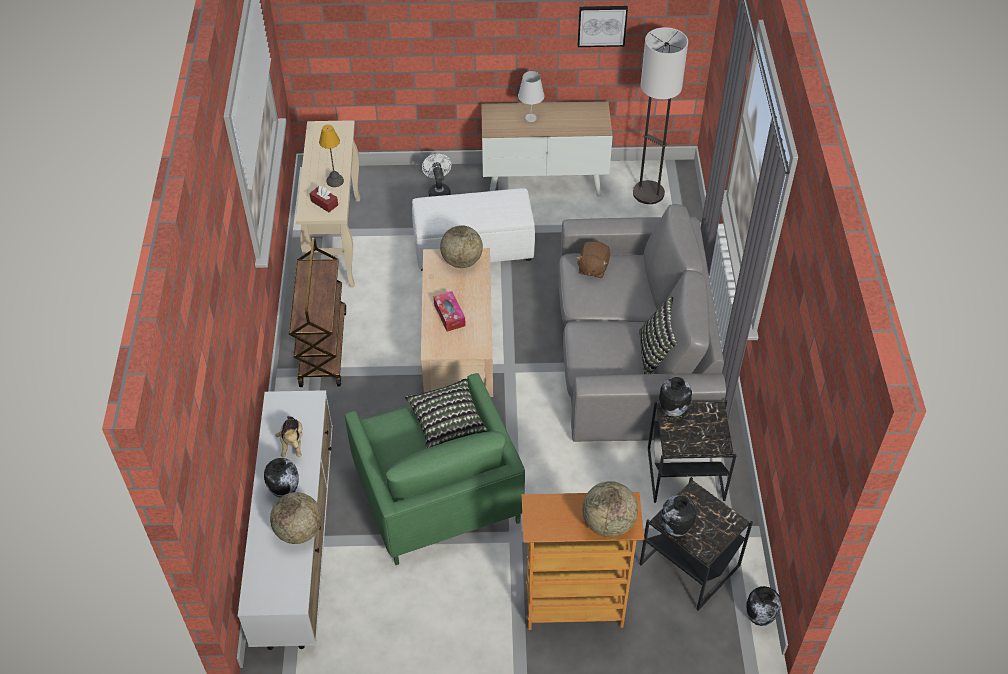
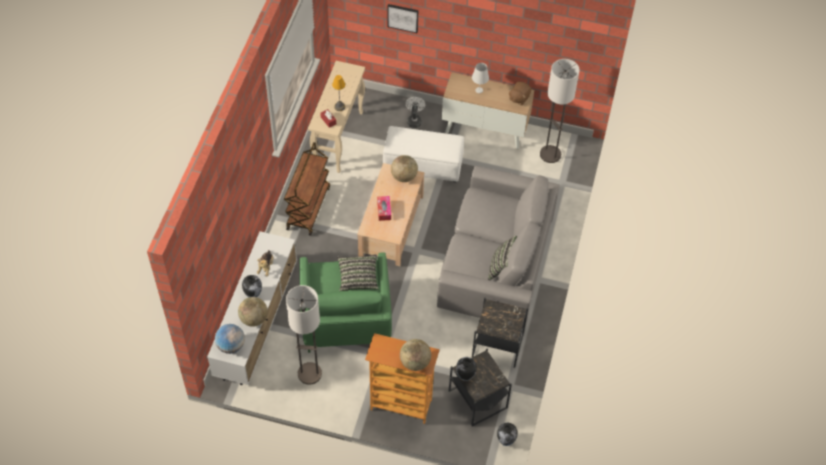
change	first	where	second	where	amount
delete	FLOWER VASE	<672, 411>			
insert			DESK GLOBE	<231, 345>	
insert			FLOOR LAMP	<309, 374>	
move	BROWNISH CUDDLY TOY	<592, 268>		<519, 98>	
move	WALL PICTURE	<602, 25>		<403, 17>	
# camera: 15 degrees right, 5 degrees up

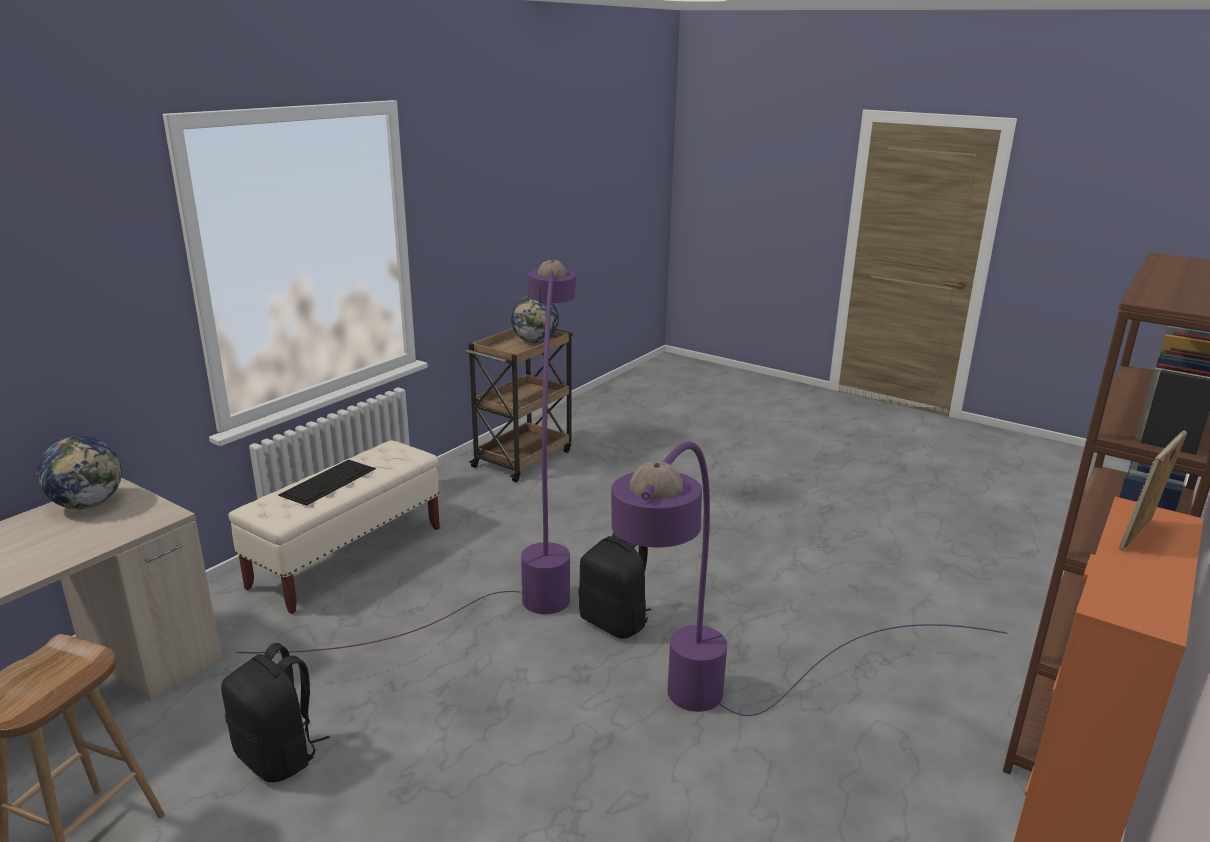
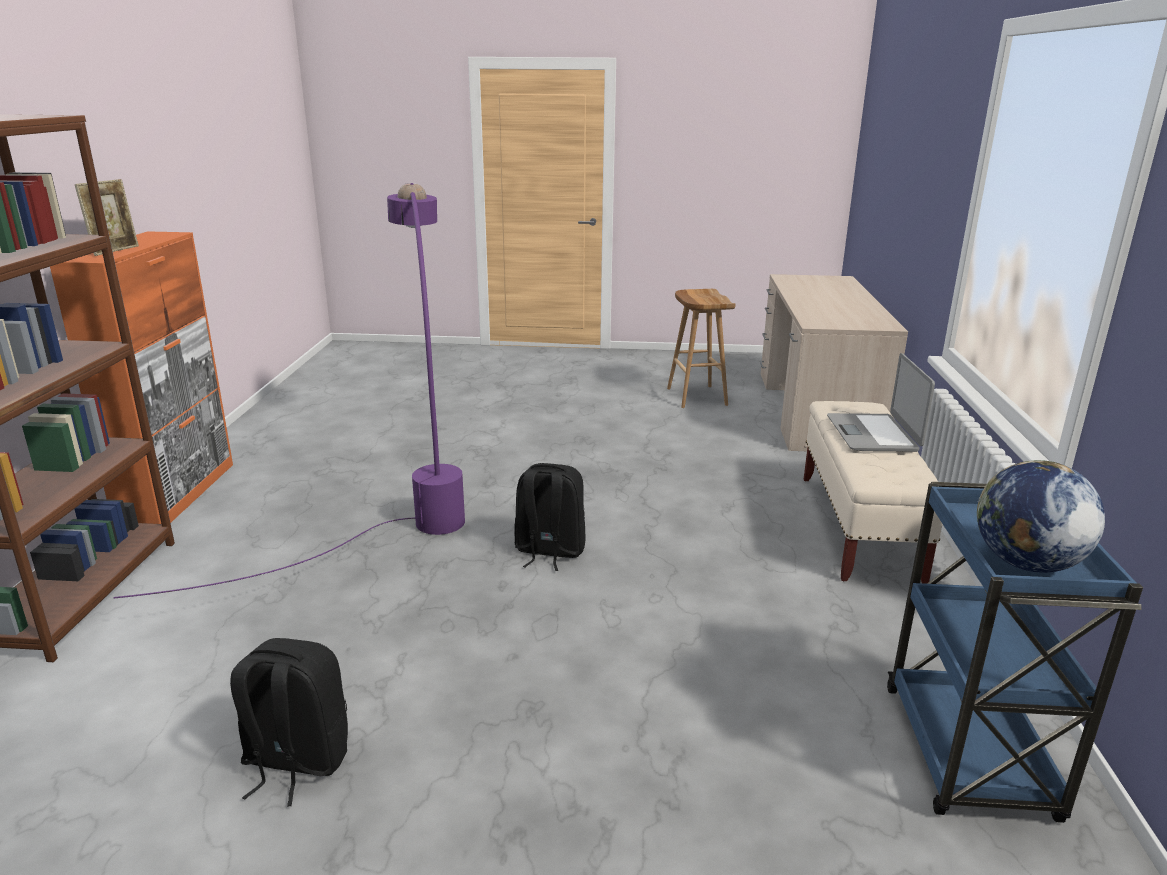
change	first	where	second	where	amount
delete	DESK GLOBE	<88, 504>			
delete	PURPLE FLOOR LAMP	<522, 569>			
move	BLACK RUCKSACK	<279, 756>		<295, 762>	
replace	COMPUTER KEYBOARD	<328, 481>	NOTEBOOK COMPUTER	<873, 434>	
recolor	BROWNISH WHEELED CART	<523, 458>	BLUISH WHEELED CART	<969, 755>	
# camera: 150 degrees right, 0 degrees up

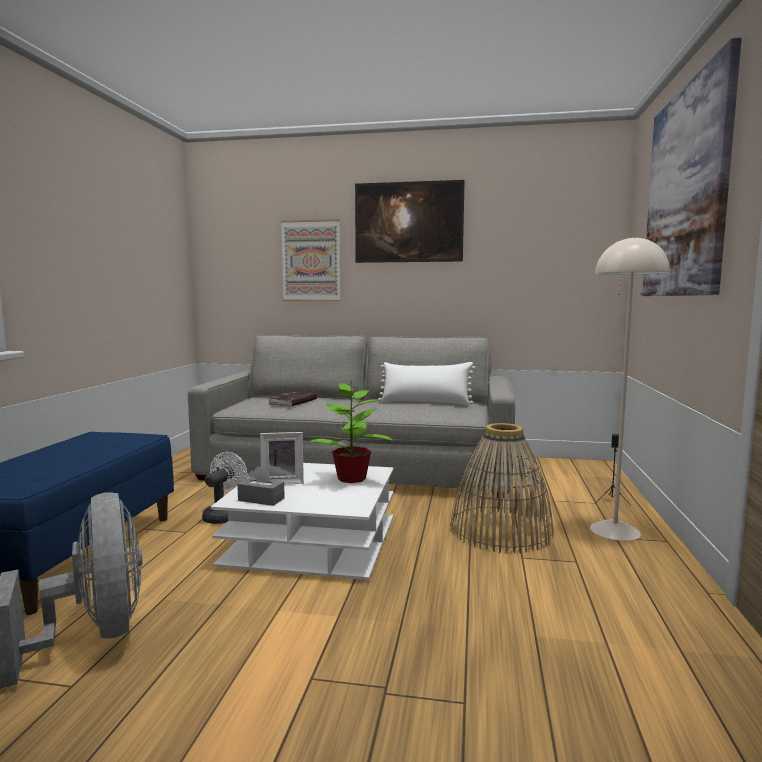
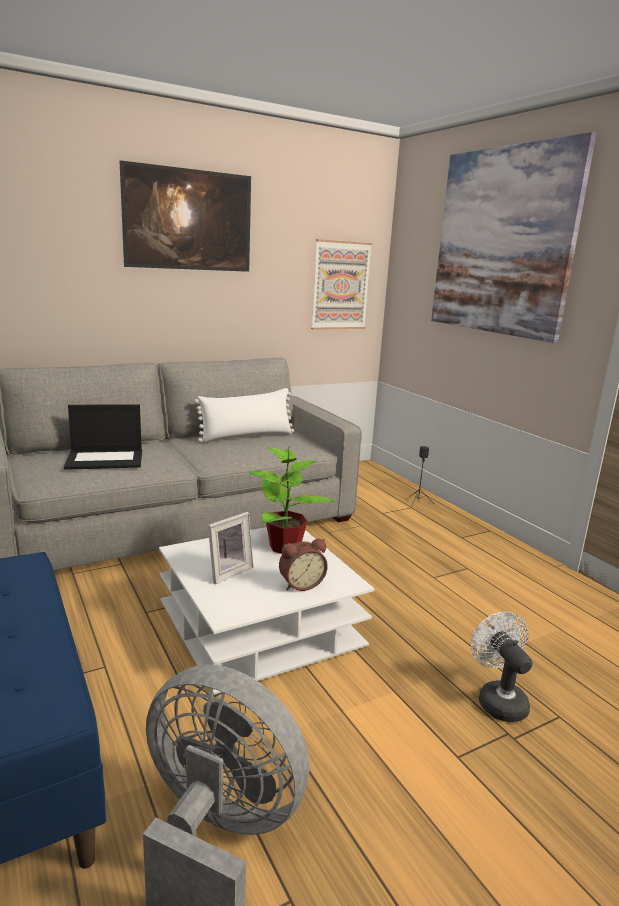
change	first	where	second	where	amount
delete	GRAY BOX OF TISSUES	<261, 499>			
delete	BASKET	<500, 531>			
delete	SAND-COLOURED FLOOR LAMP	<615, 530>			
insert			BEDSIDE CLOCK	<300, 584>	
move	WHITISH FAN	<223, 516>		<497, 699>	
move	WALL PICTURE	<311, 261>		<340, 285>	
replace	BOUND BOOK	<293, 401>	NOTEBOOK COMPUTER	<106, 459>	
# camera: 40 degrees left, 10 degrees up

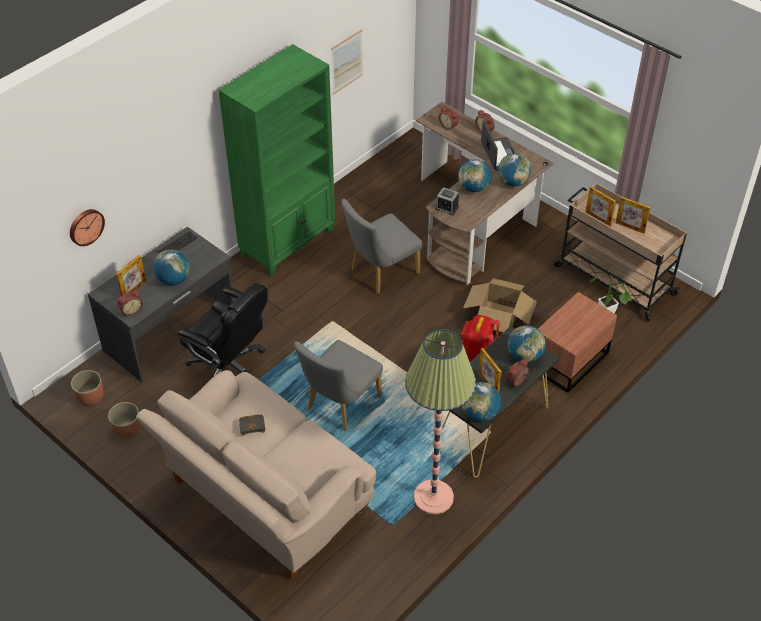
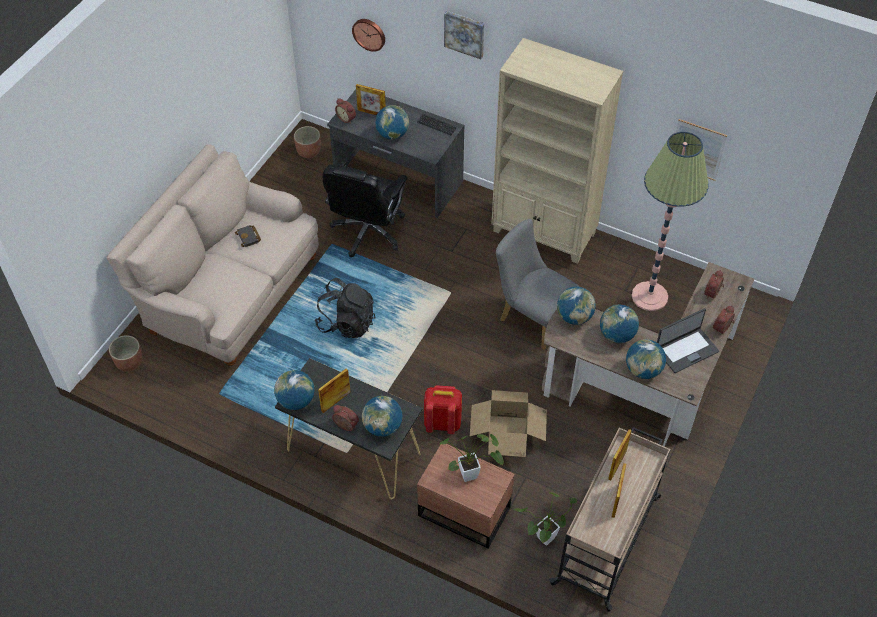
change	first	where	second	where	amount
insert			PLANT IN A POT	<472, 474>	
insert			WALL PICTURE	<465, 33>	
move	PLANT POT	<127, 430>		<129, 362>	
move	FLOOR LAMP	<433, 497>		<649, 296>	
replace	GRAY CHAIR	<339, 405>	BLACK RUCKSACK	<346, 323>	
replace	BEDSIDE CLOCK	<446, 207>	DESK GLOBE	<574, 317>	
recolor	GREEN BOOKSHELF	<288, 242>	SAND-COLOURED BOOKSHELF	<544, 233>	
# camera: 75 degrees right, 5 degrees up

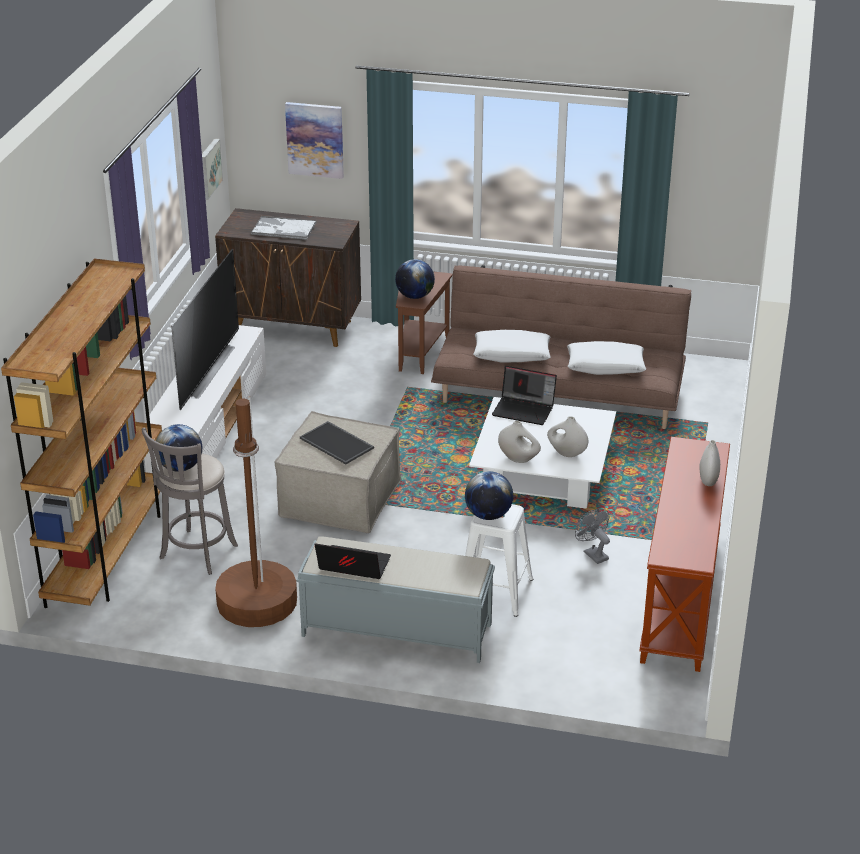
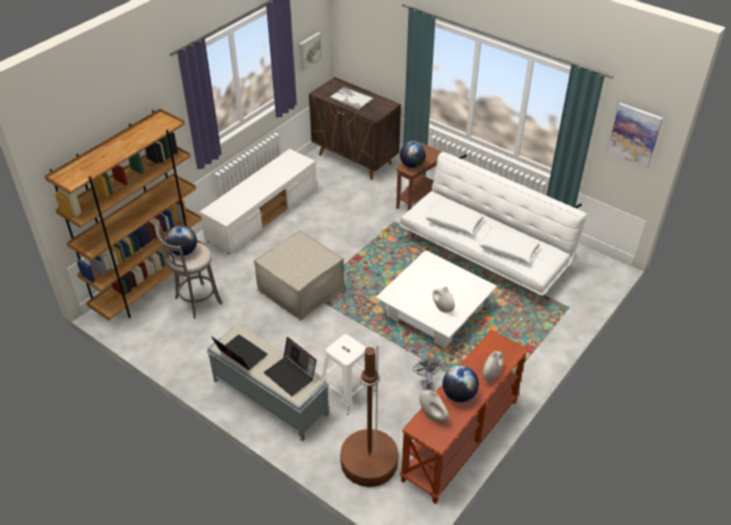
change	first	where	second	where	amount
delete	TELEVISION	<204, 370>			
delete	SERVING TRAY	<338, 443>			
move	BROWNISH FLOOR LAMP	<257, 602>		<369, 462>	
move	WALL PICTURE	<315, 139>		<634, 135>	
move	DESK GLOBE	<488, 515>		<459, 395>	
move	NOTEBOOK COMPUTER	<524, 410>		<291, 375>	
move	WHITISH FLOWER VASE	<518, 459>		<433, 415>	
recolor	BROWNISH SETTEE	<559, 392>	WHITISH SETTEE	<485, 253>	
# camera: 25 degrees right, 10 degrees up

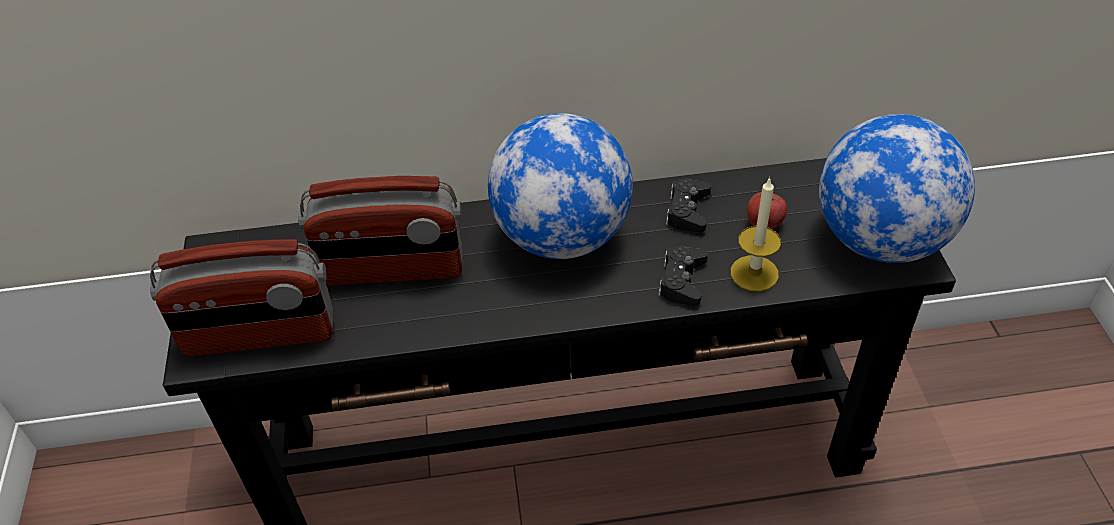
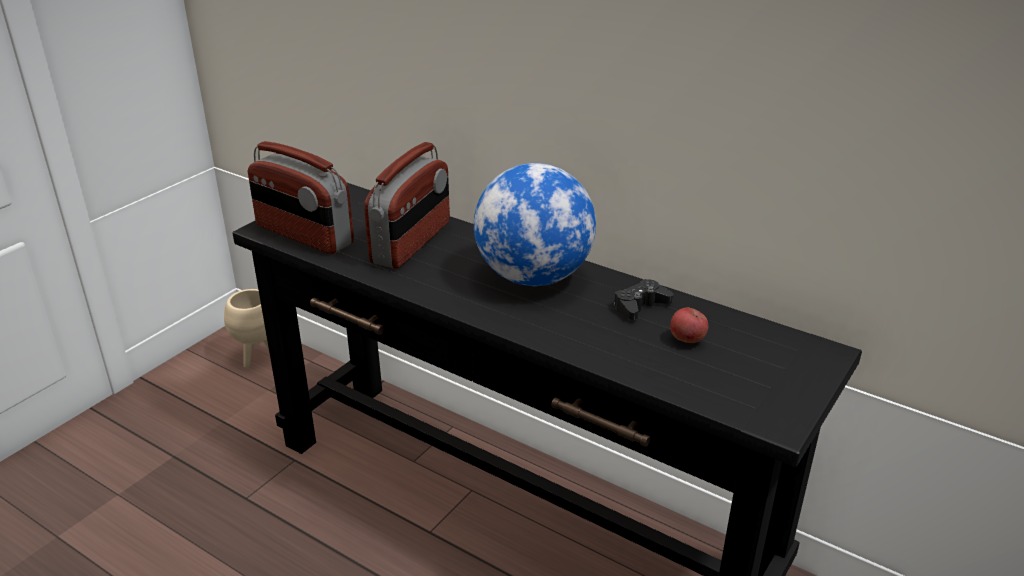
change	first	where	second	where	amount
delete	BLACK GAME CONTROLLER	<682, 281>			
delete	WAX LIGHT	<754, 273>			
delete	DESK GLOBE	<880, 241>			
insert			SAND-COLOURED PLANT POT	<257, 357>	
rotate	RADIO RECEIVER	<392, 270>		<412, 243>	105 degrees counterclockwise
# camera: 40 degrees right, 15 degrees down

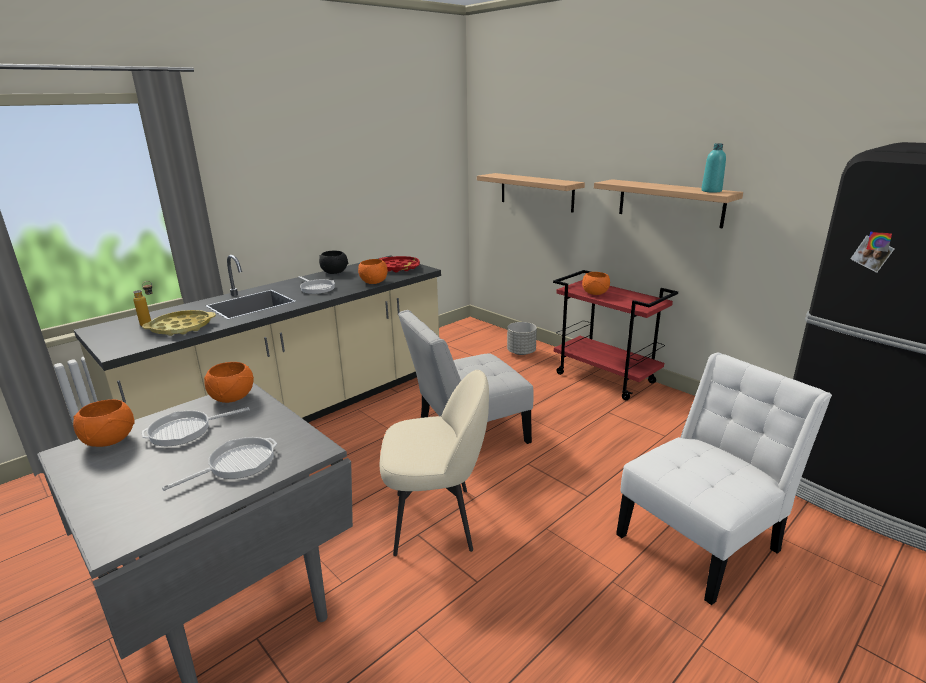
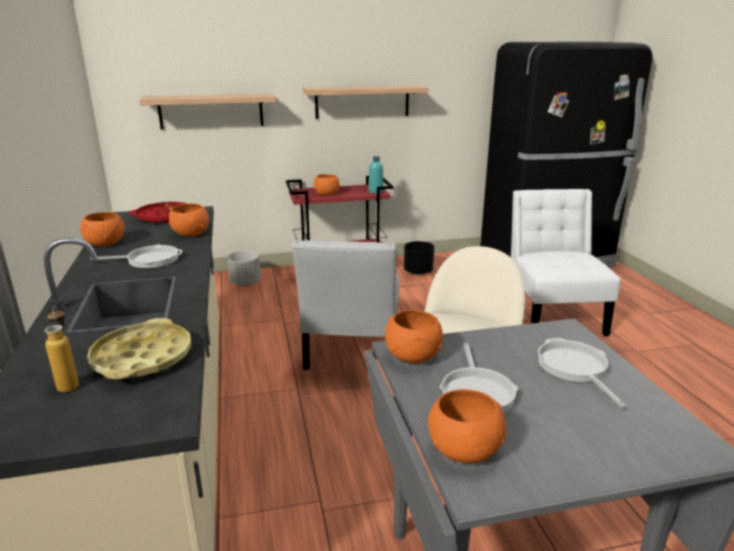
change	first	where	second	where	amount
insert			BLACK PLANT POT	<418, 272>	
move	TURQUOISE-COLOURED BOTTLE	<711, 191>		<375, 191>	
recolor	BLACK SERVING BOWL	<334, 272>	ORANGE-COLOURED SERVING BOWL	<105, 244>	
# camera: 60 degrees left, 0 degrees up

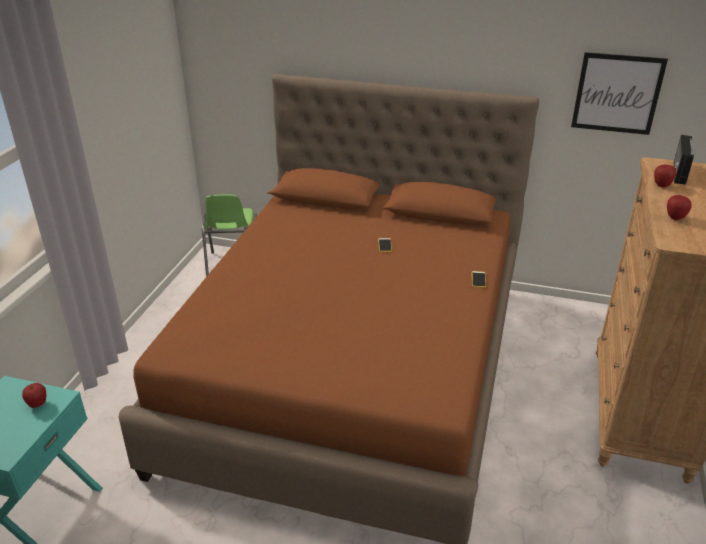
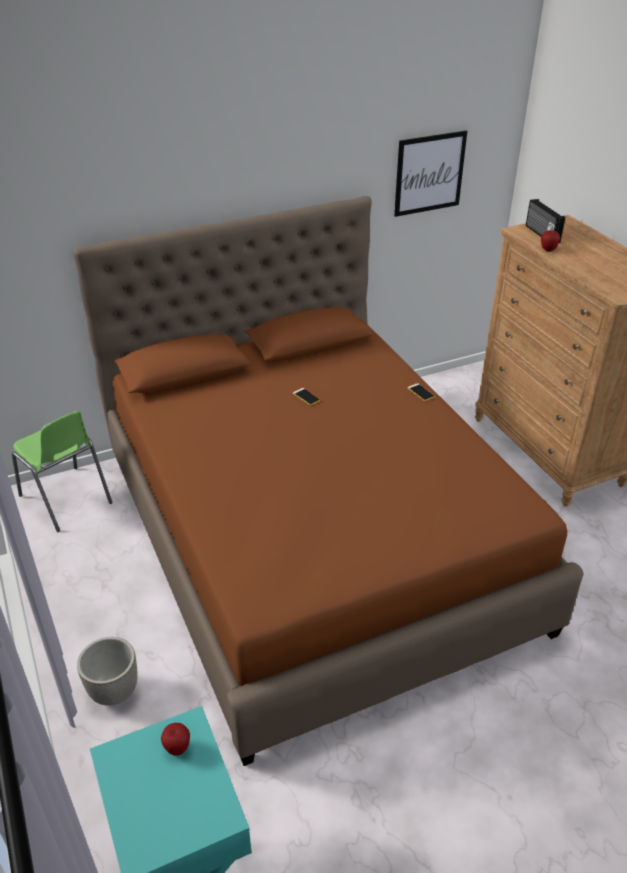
change	first	where	second	where	amount
delete	WHOLE APPLE	<675, 218>			
insert			PLANT POT	<115, 691>	
# camera: 40 degrees left, 5 degrees up

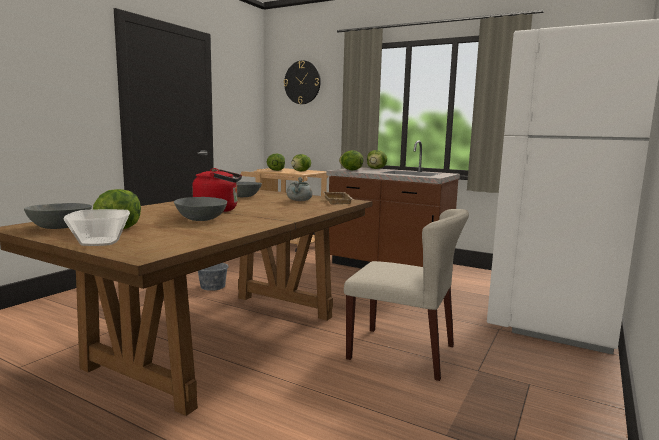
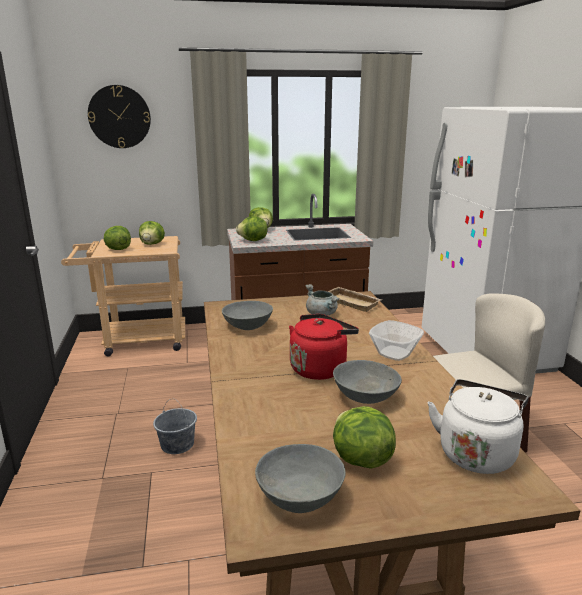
change	first	where	second	where	amount
insert			WHITISH TEA KETTLE	<476, 452>	
move	SERVING BOWL	<99, 242>		<393, 353>	
# camera: 40 degrees left, 10 degrees up

